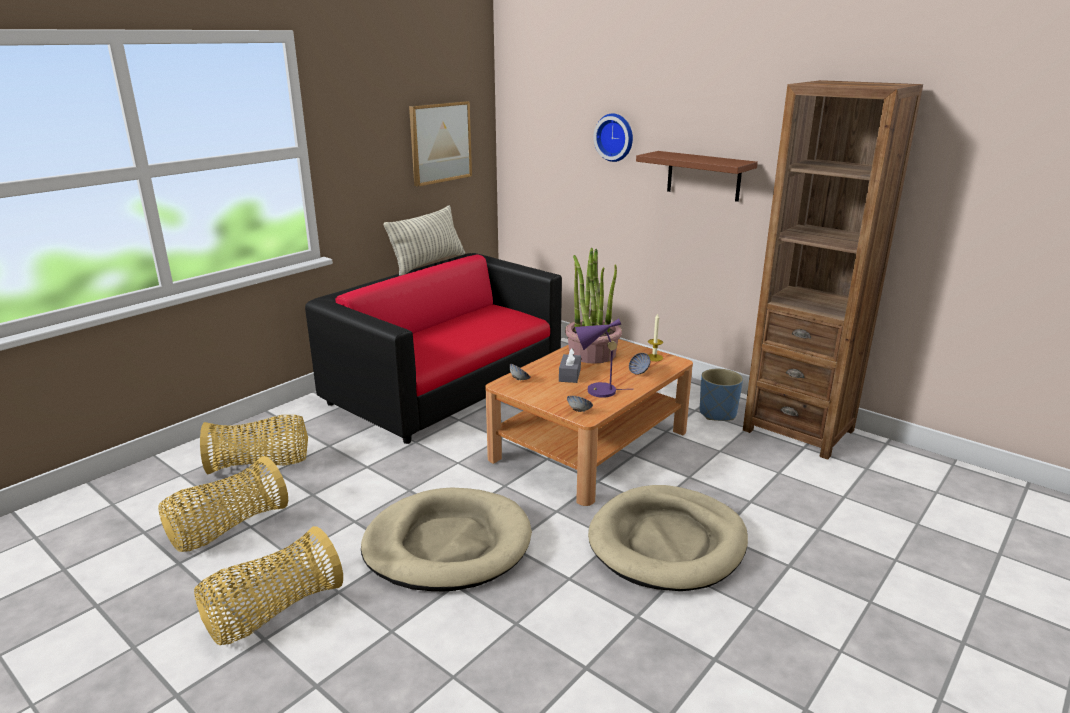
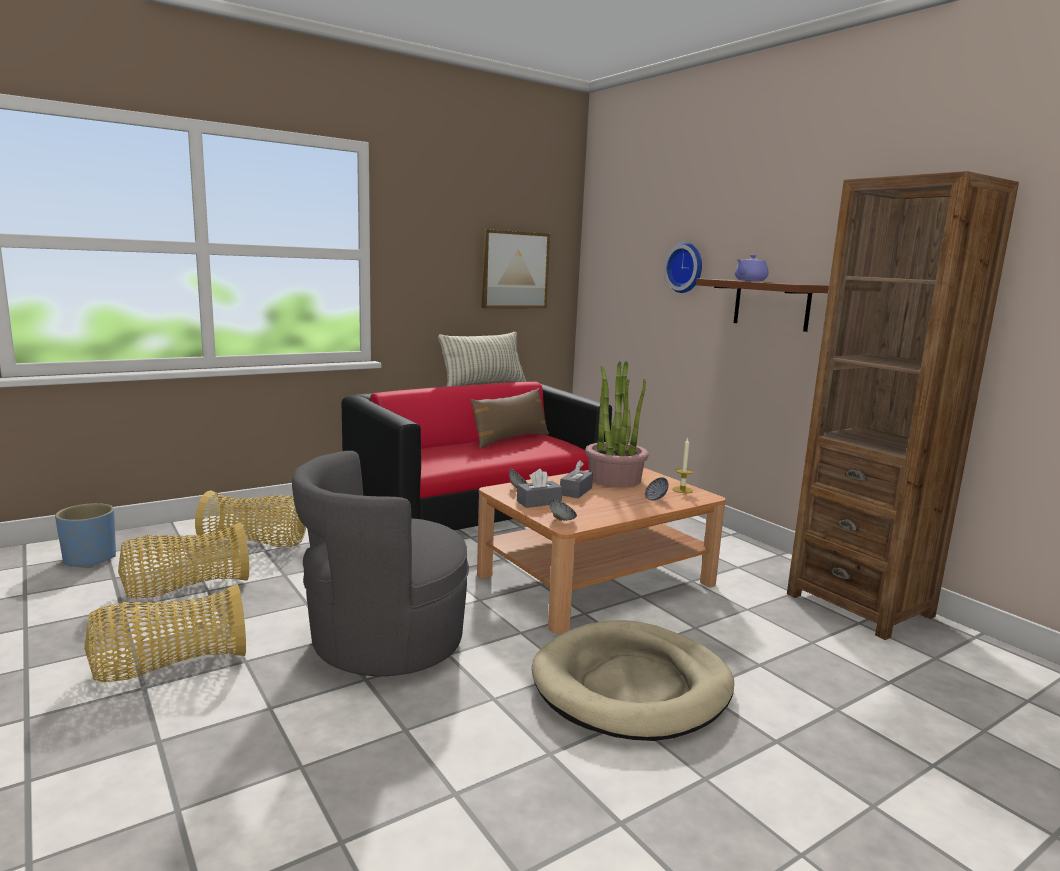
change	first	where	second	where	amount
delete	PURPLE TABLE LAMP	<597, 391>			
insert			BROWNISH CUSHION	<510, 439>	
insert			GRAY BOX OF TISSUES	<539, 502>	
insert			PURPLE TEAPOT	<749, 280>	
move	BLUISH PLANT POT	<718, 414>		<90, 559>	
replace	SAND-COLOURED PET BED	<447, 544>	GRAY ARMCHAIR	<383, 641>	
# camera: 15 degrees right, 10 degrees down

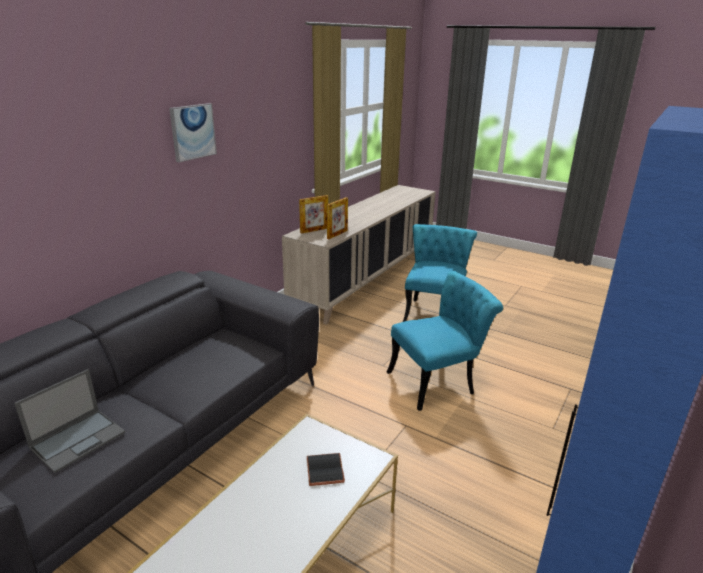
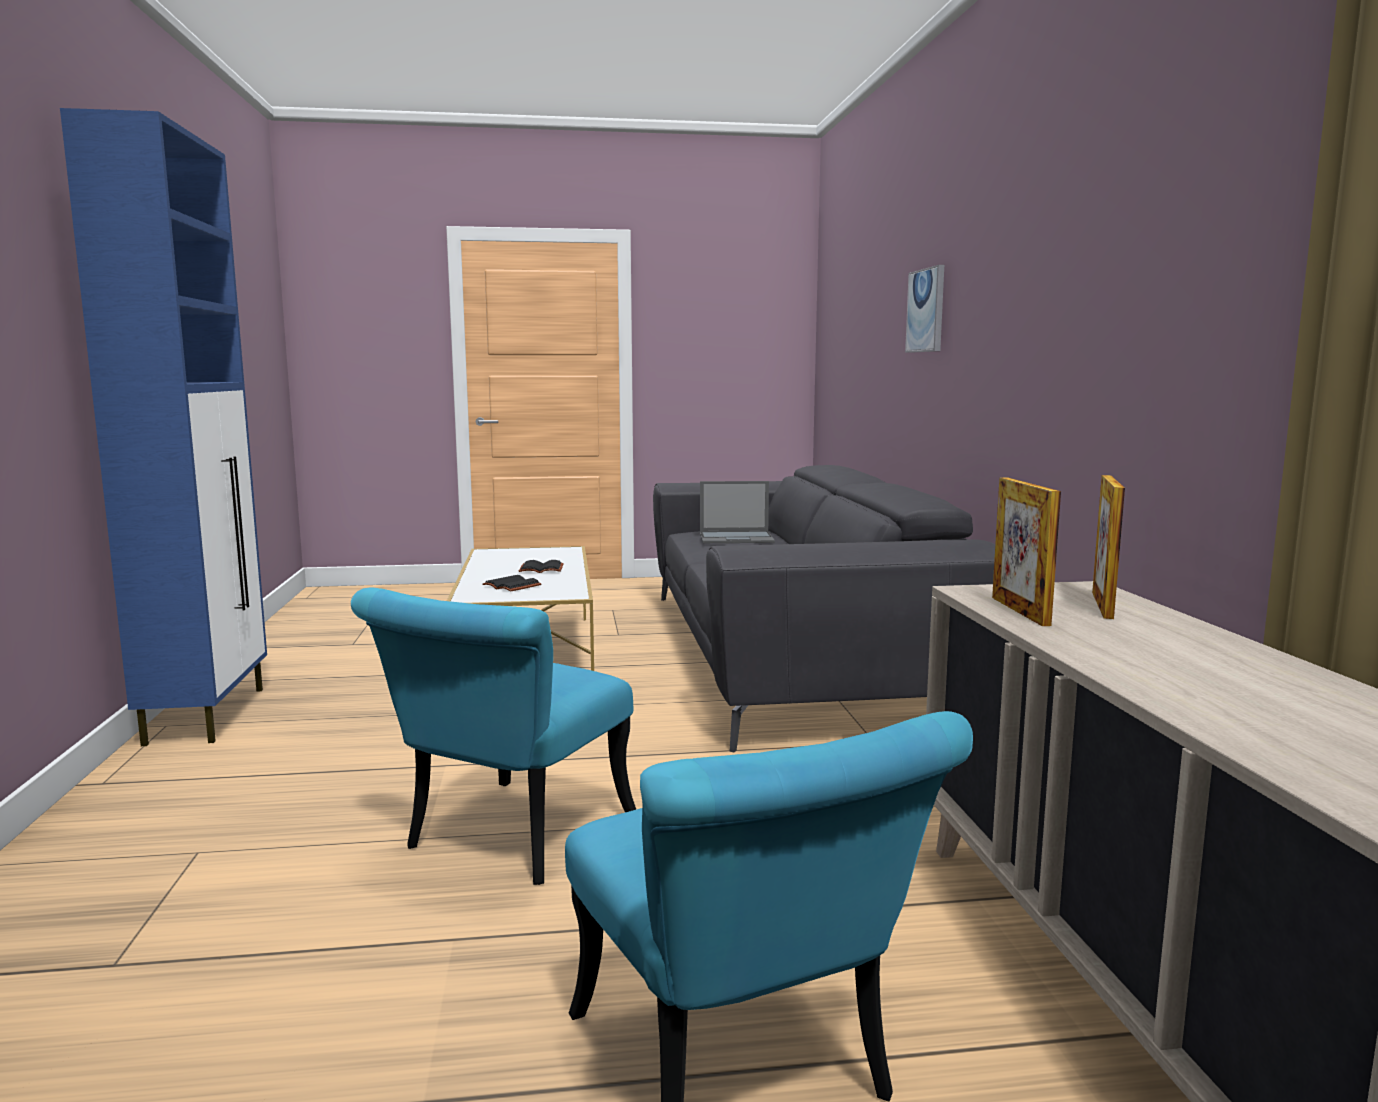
change	first	where	second	where	amount
insert			BLACK BOUND BOOK	<540, 569>	
move	WALL PICTURE	<193, 132>		<926, 310>	
rotate	NOTEBOOK COMPUTER	<78, 439>		<737, 538>	90 degrees counterclockwise
# camera: 140 degrees right, 15 degrees down

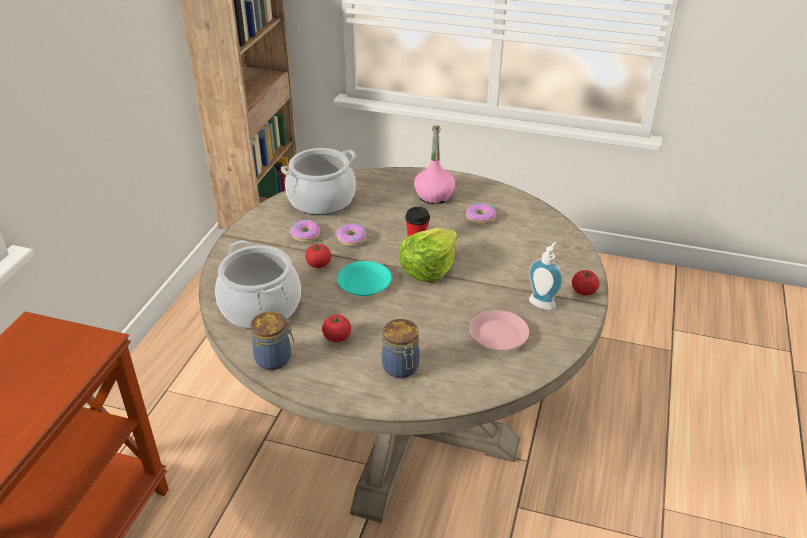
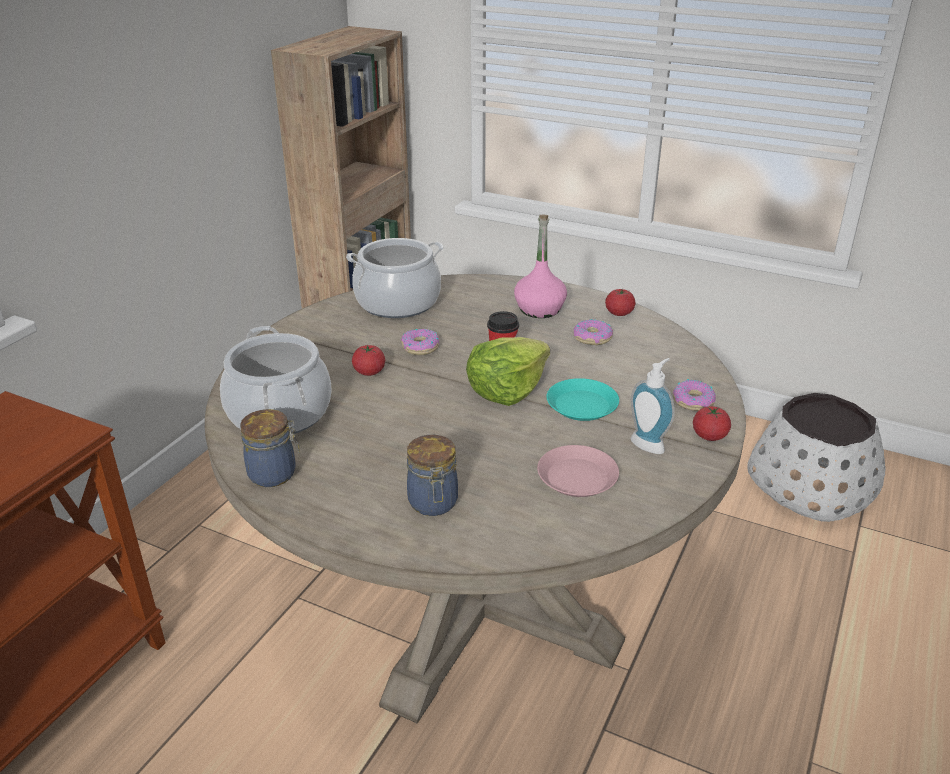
change	first	where	second	where	amount
insert			WHITISH PLANT POT	<810, 487>	
move	RING DOUGHNUT	<306, 235>		<693, 401>	
move	WHOLE TOMATO	<337, 337>		<619, 313>	
move	TURQUOISE-COLOURED DINNER PLATE	<364, 283>		<581, 405>	
# camera: 10 degrees right, 5 degrees down

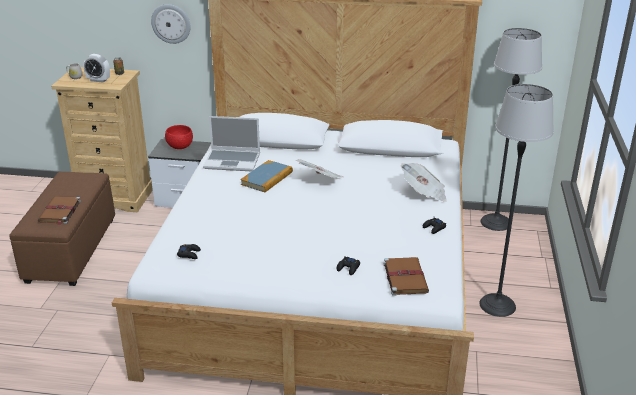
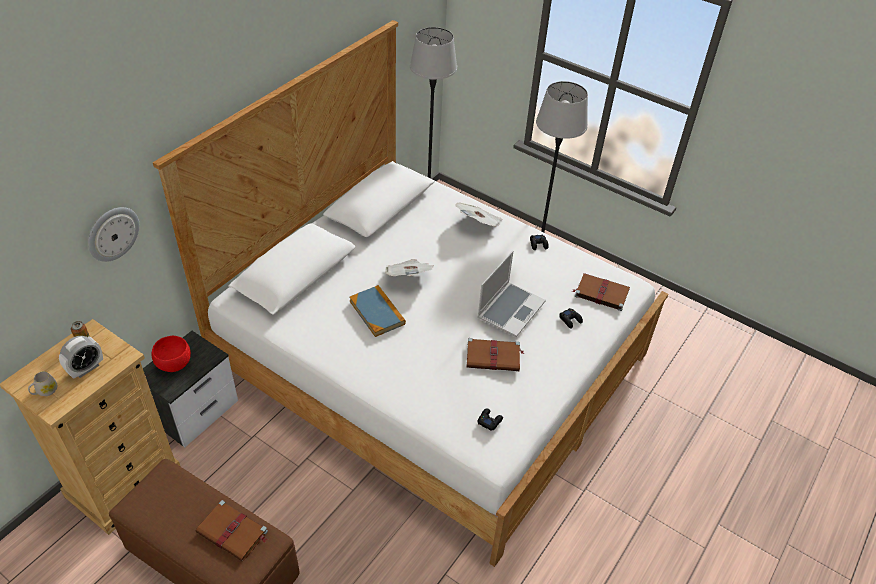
change	first	where	second	where	amount
insert			BROWNISH BOUND BOOK	<494, 357>	
move	NOTEBOOK COMPUTER	<233, 161>		<510, 309>	
# camera: 65 degrees left, 15 degrees up

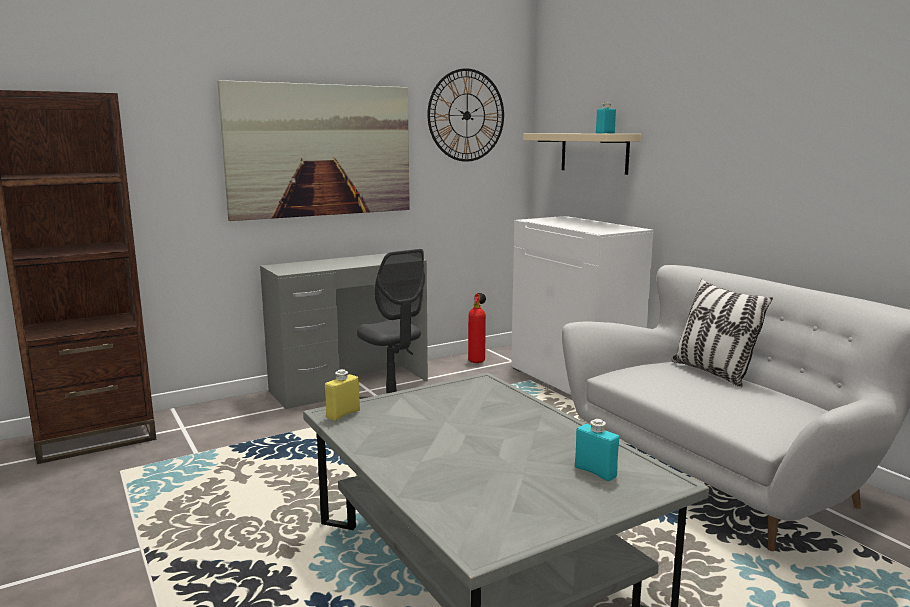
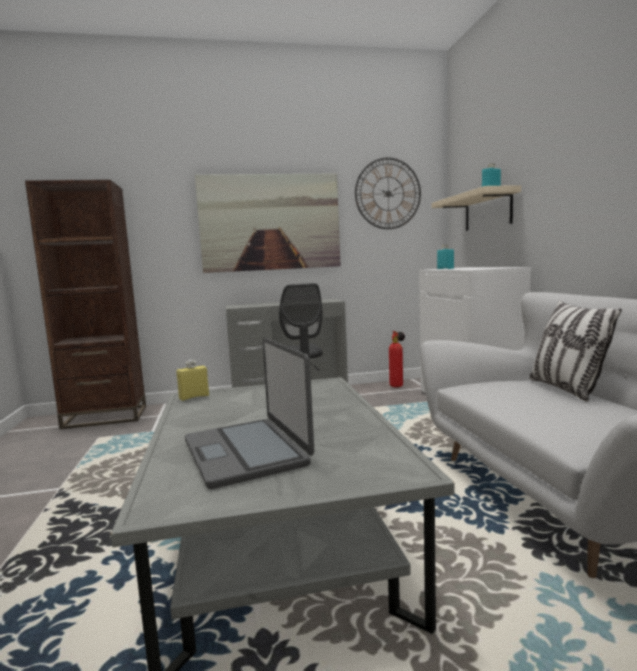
change	first	where	second	where	amount
insert			NOTEBOOK COMPUTER	<247, 452>	
move	TURQUOISE-COLOURED BOTTLE	<595, 472>		<445, 268>	
# camera: 20 degrees right, 5 degrees down

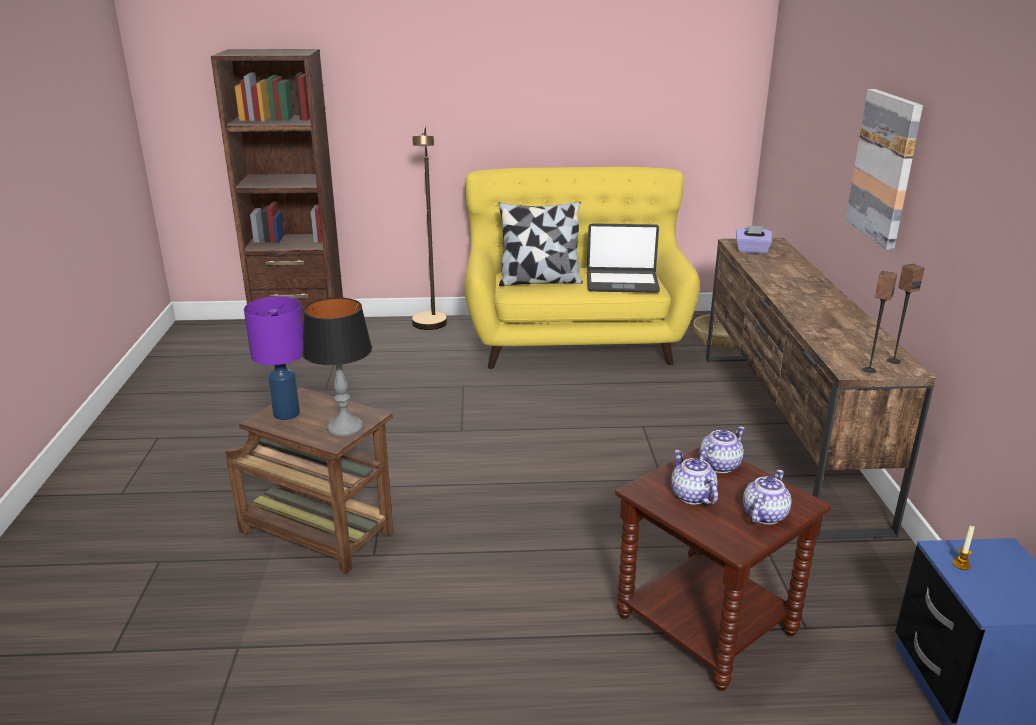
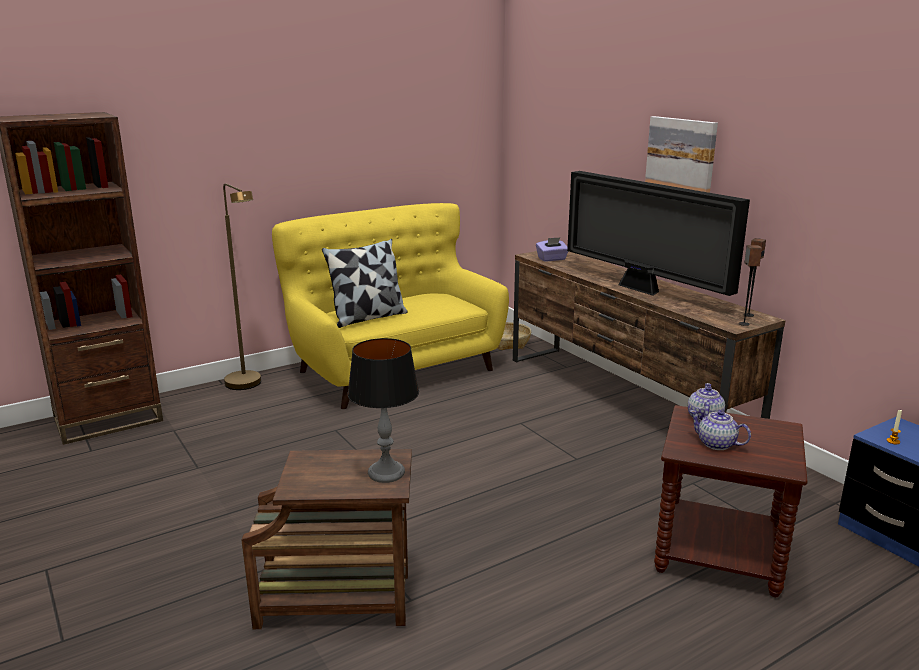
change	first	where	second	where	amount
delete	PURPLE TABLE LAMP	<287, 414>			
delete	NOTEBOOK COMPUTER	<622, 283>			
delete	TEAPOT	<764, 515>			
insert			TELEVISION	<641, 289>	
# camera: 30 degrees left, 5 degrees down

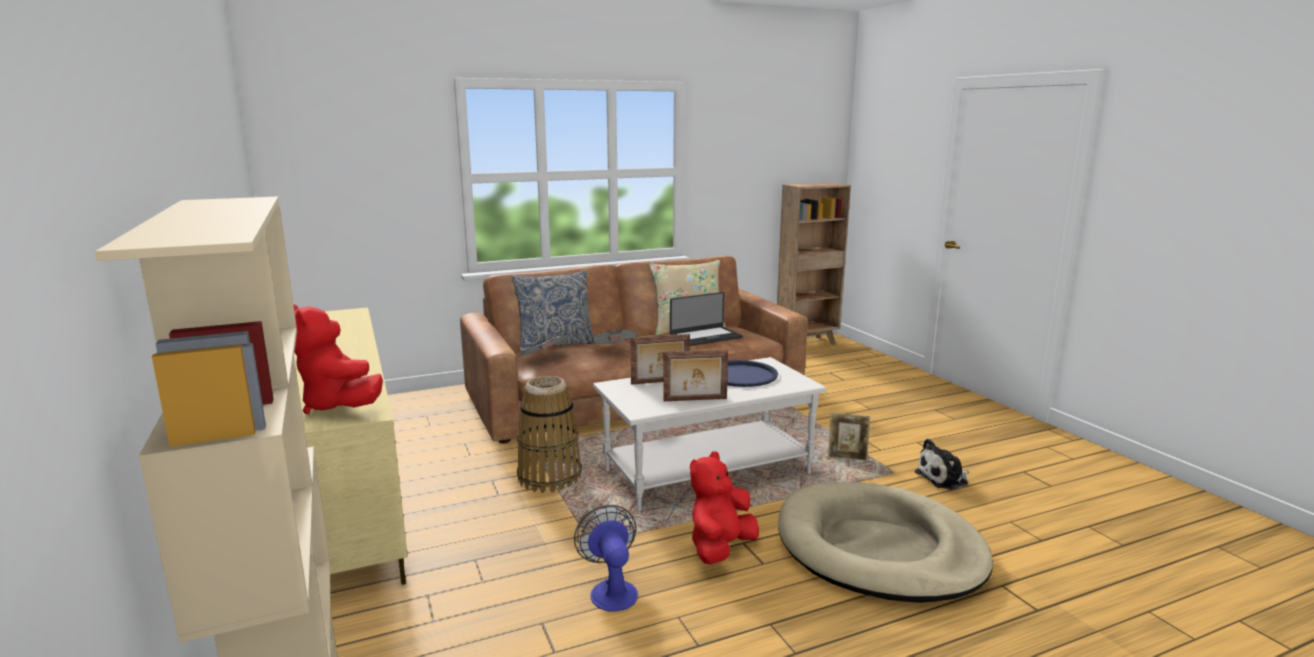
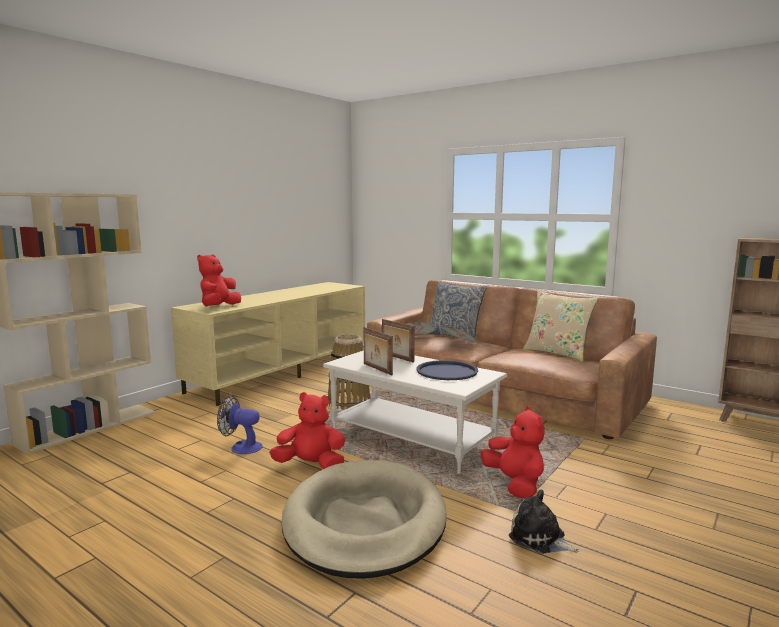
change	first	where	second	where	amount
delete	NOTEBOOK COMPUTER	<705, 336>			
replace	STANDING FRAME	<847, 457>	RED CUDDLY TOY	<515, 484>	
rotate	FAN	<611, 590>		<241, 447>	120 degrees counterclockwise
# camera: 60 degrees right, 5 degrees down

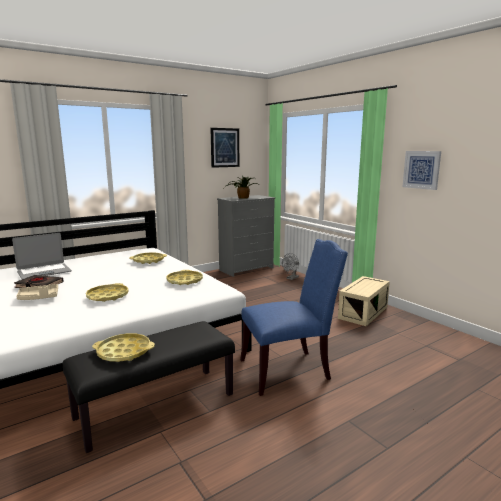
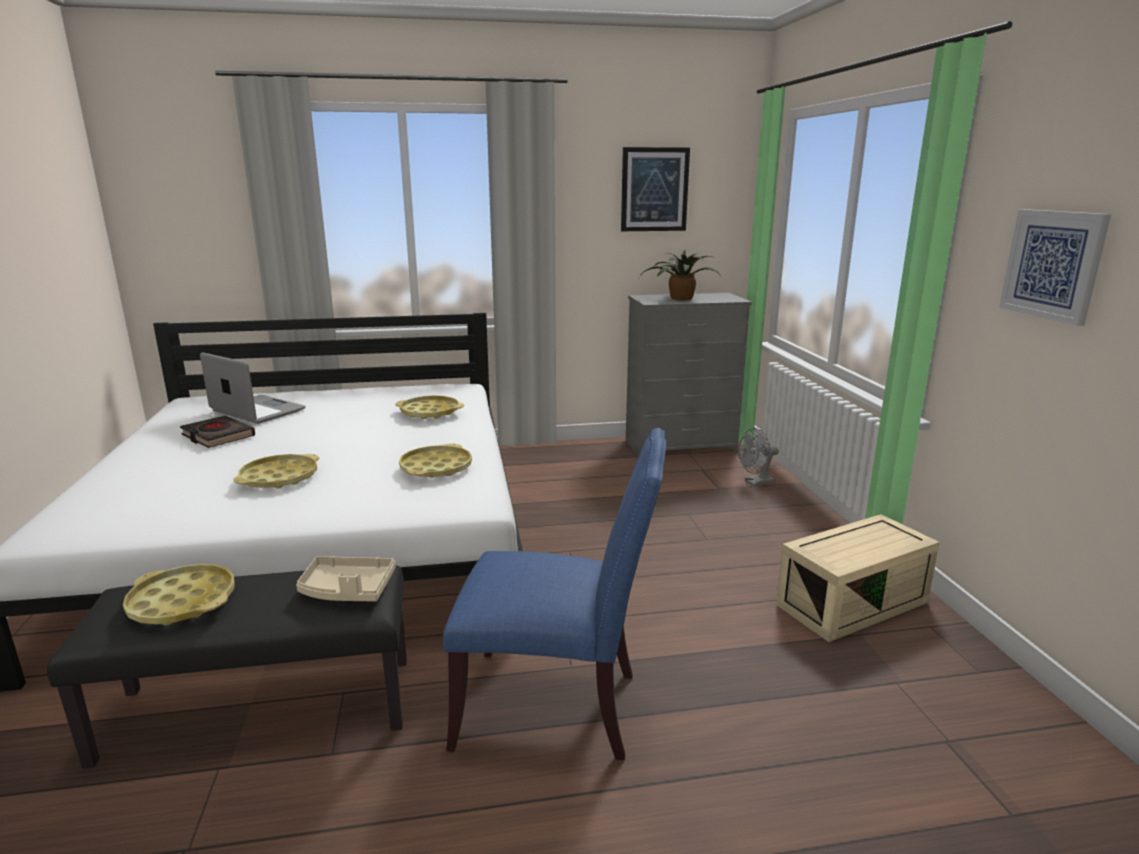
change	first	where	second	where	amount
move	SAND-COLOURED SERVING TRAY	<39, 297>		<347, 590>	
rotate	NOTEBOOK COMPUTER	<44, 272>		<257, 411>	135 degrees counterclockwise
# camera: 25 degrees right, 5 degrees up

